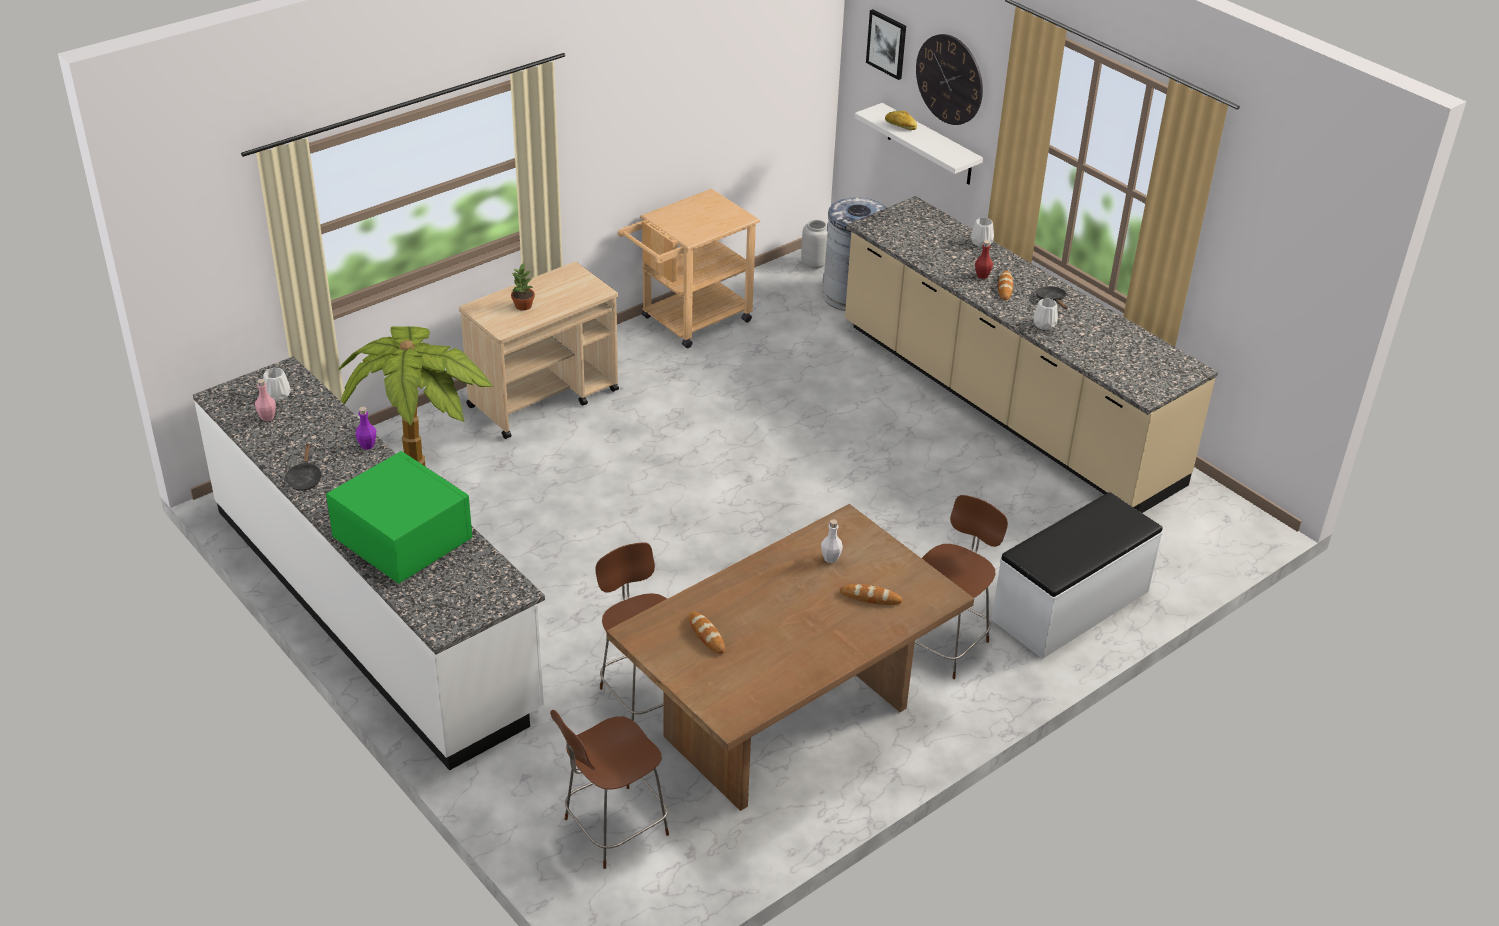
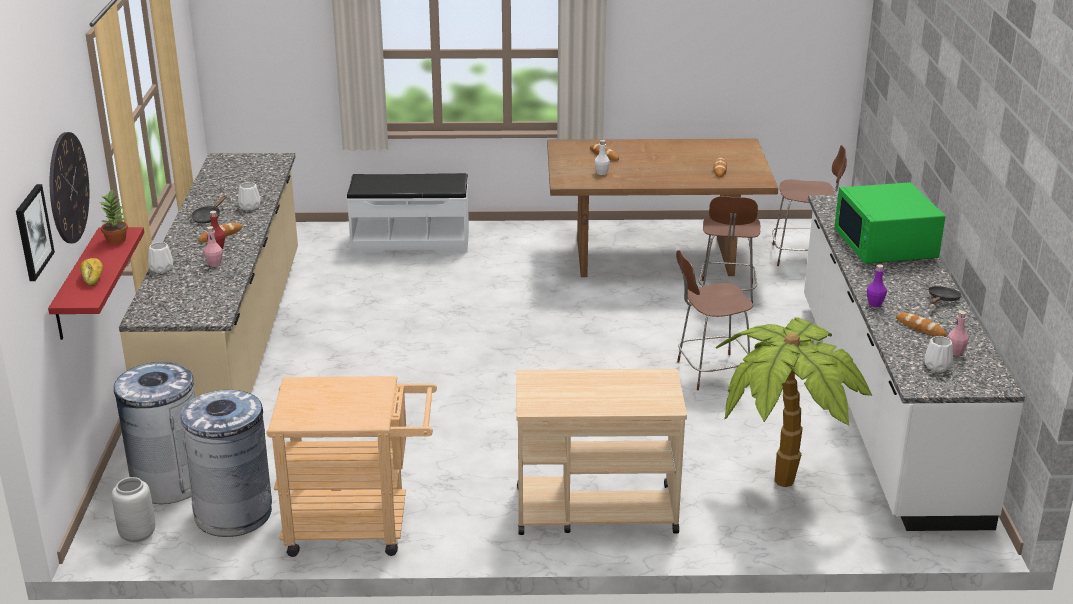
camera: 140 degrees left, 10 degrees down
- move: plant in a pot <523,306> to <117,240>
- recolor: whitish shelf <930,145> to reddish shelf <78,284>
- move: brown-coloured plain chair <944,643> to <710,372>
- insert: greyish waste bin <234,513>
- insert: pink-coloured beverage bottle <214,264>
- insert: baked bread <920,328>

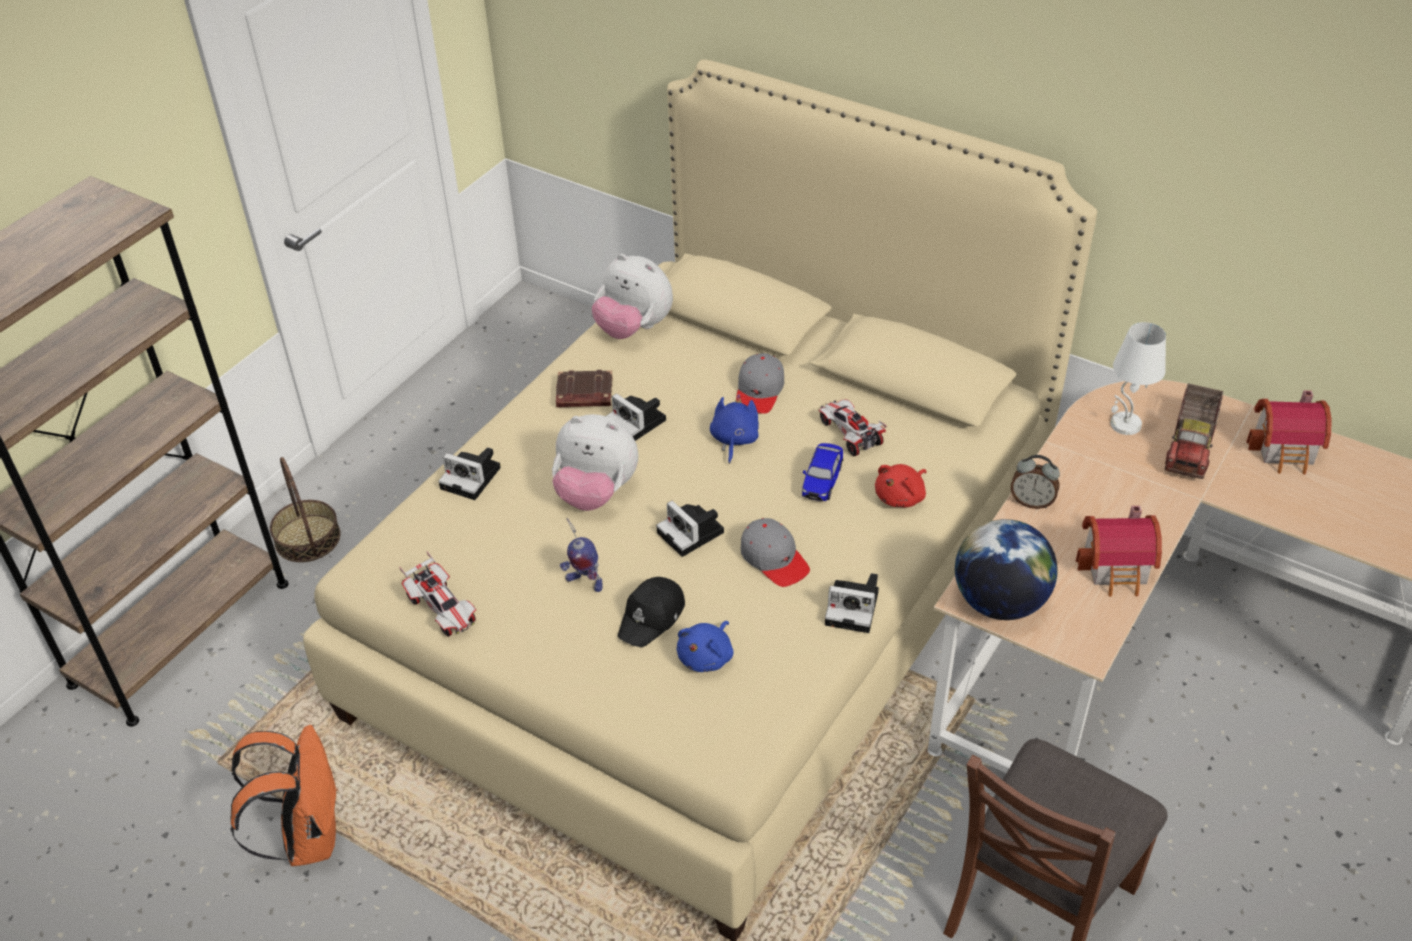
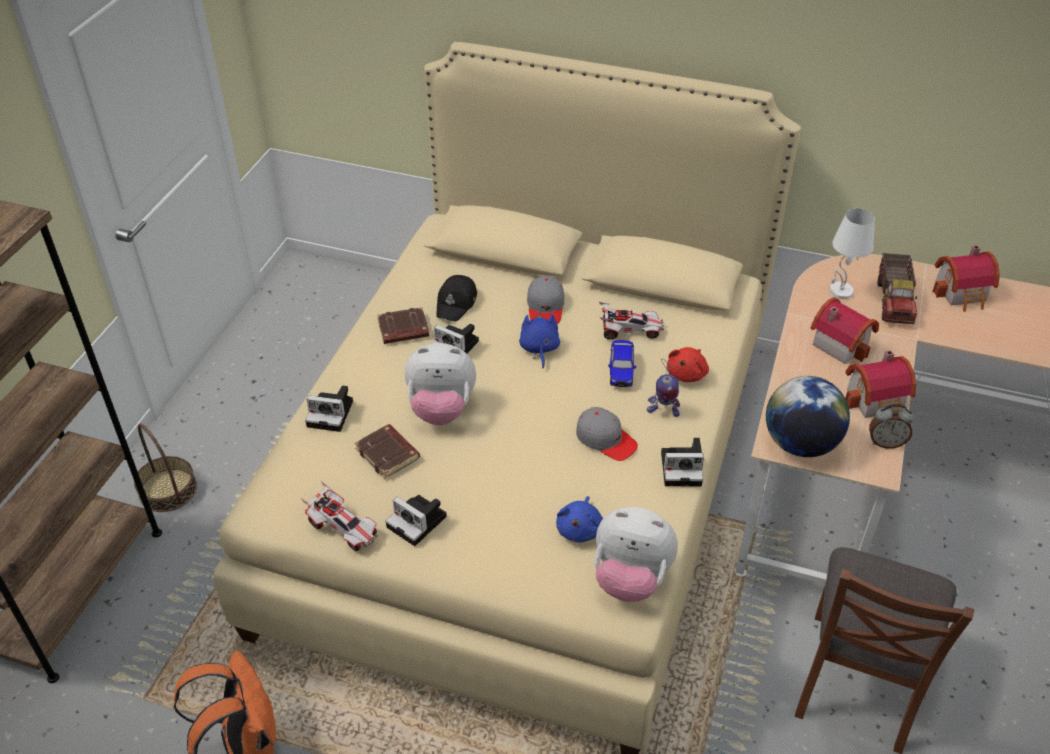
camera: 15 degrees left, 0 degrees up
- move: model robot <584,582> to <663,411>
- move: plush toy <633,328> to <630,578>
- move: blackish baseball cap <652,617> to <456,303>
- move: still camera <692,533> to <419,522>
- rotate: model car <850,434> = <629,331> 135 degrees clockwise
- move: bedside clock <1032,502> to <885,442>
- insert: brown-coloured volume <388,454>
- insert: toy house <840,343>

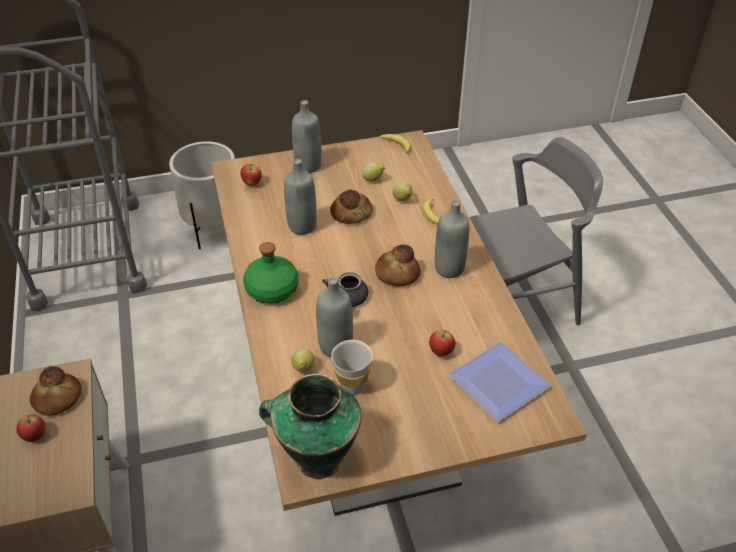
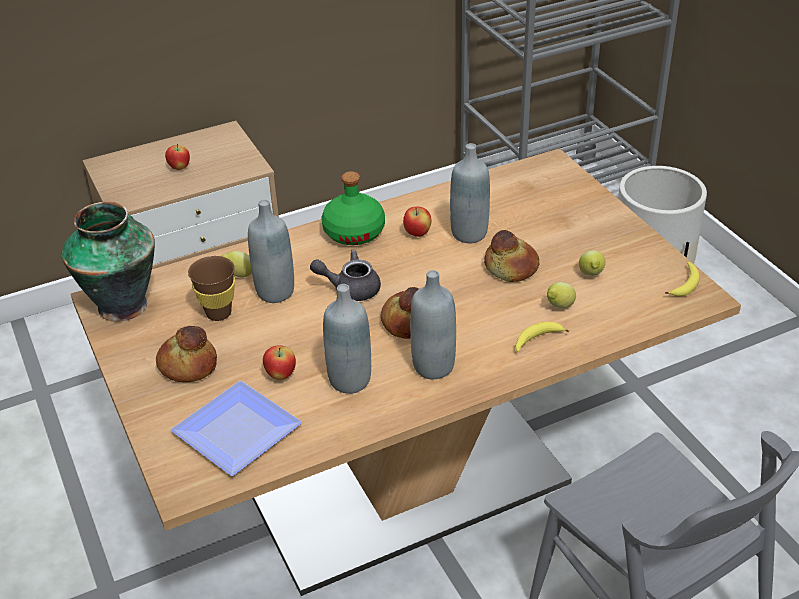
camera: 80 degrees right, 5 degrees down
- move: baked bread <58,399> to <187,365>
- move: apple fruit <252,183> to <417,233>
- move: greyish beverage bottle <308,166> to <350,380>
- recolor: whitish cup <352,386> to brown-coloured cup <218,313>

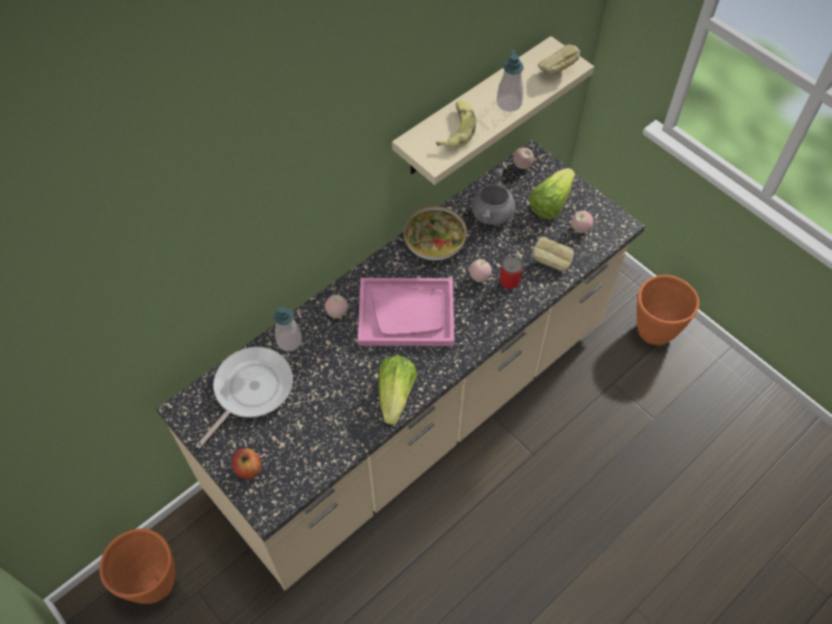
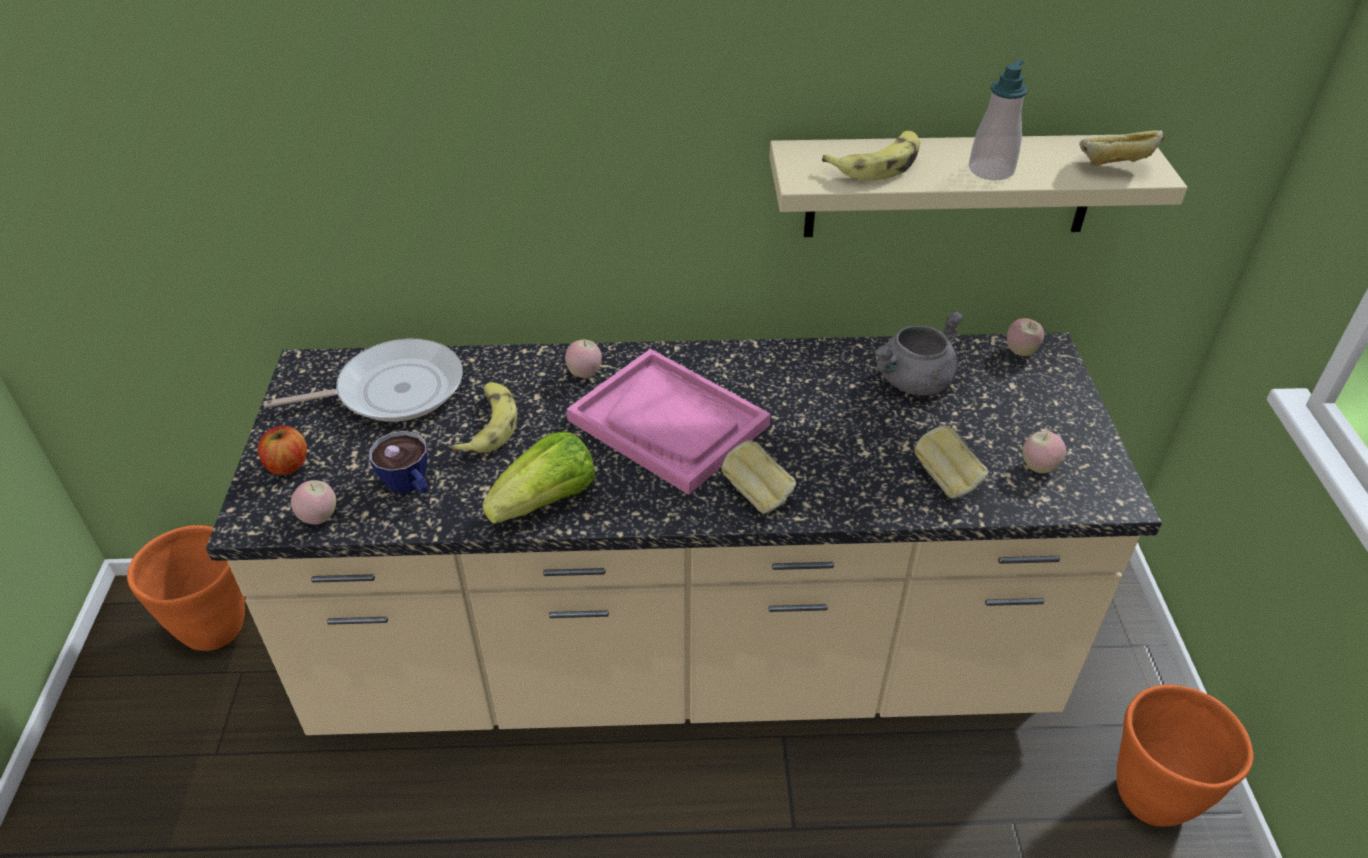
camera: 40 degrees right, 15 degrees down
- delete: liquid soap bottle <289,341>
- delete: deep dish <434,242>
- move: apple fruit <479,277> to <319,518>
- delete: can <509,282>
- delete: head of lettuce <550,203>
- insert: cup <410,485>
- insert: banana fruit <489,425>
- insert: baked bread <757,495>

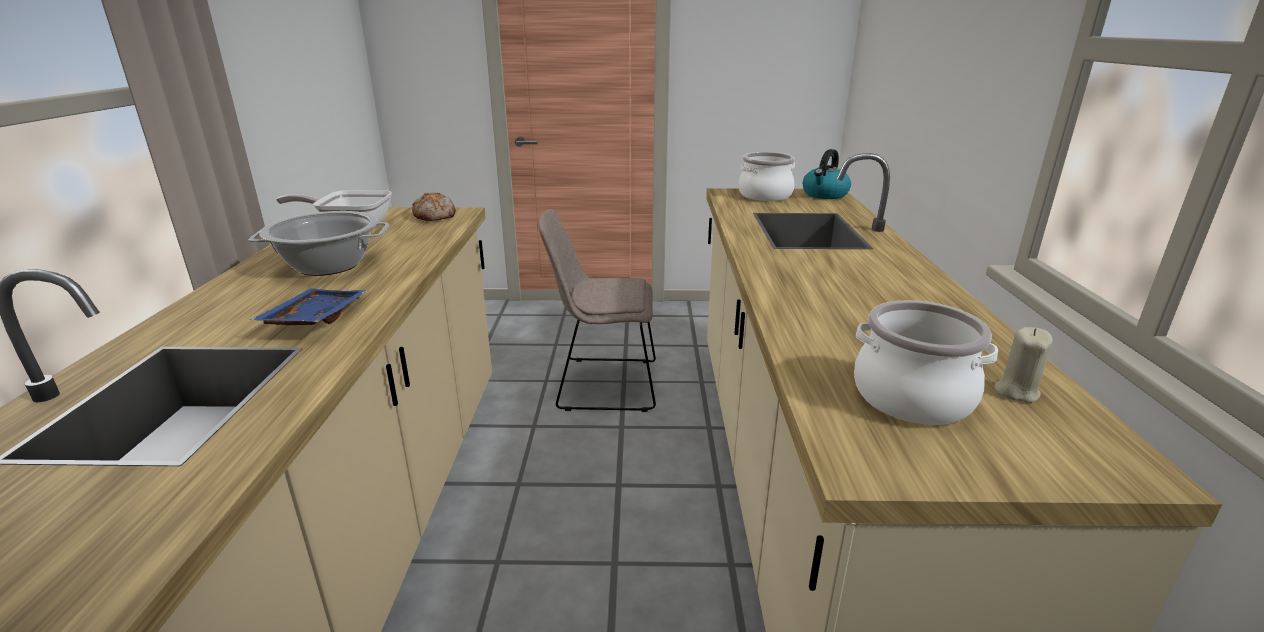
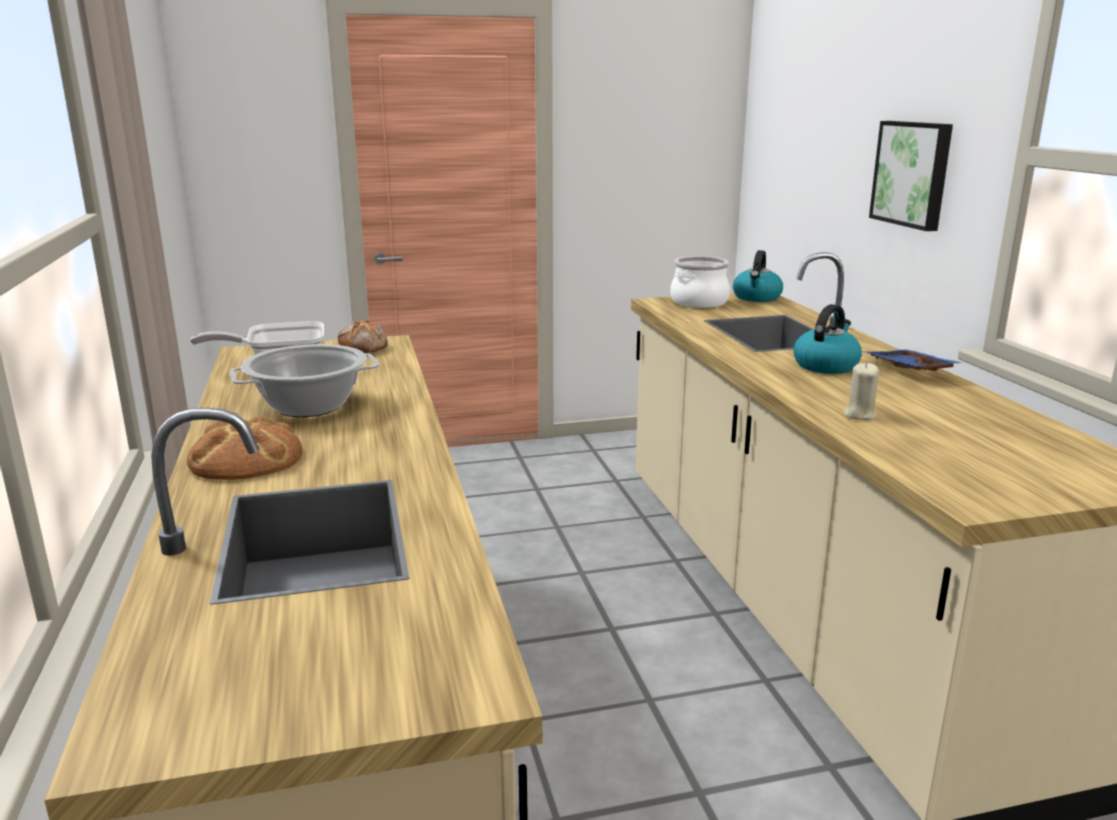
camera: 15 degrees left, 5 degrees down
- move: blue-coloured tray <314,319> to <907,370>
- delete: beige-coloured plain chair <603,384>
- delete: saucepot <912,397>
- move: beige-coloured wax candle <1016,391> to <859,415>
- insert: baked bread <245,458>
- insert: tea kettle <825,365>
- insert: wall picture <913,174>

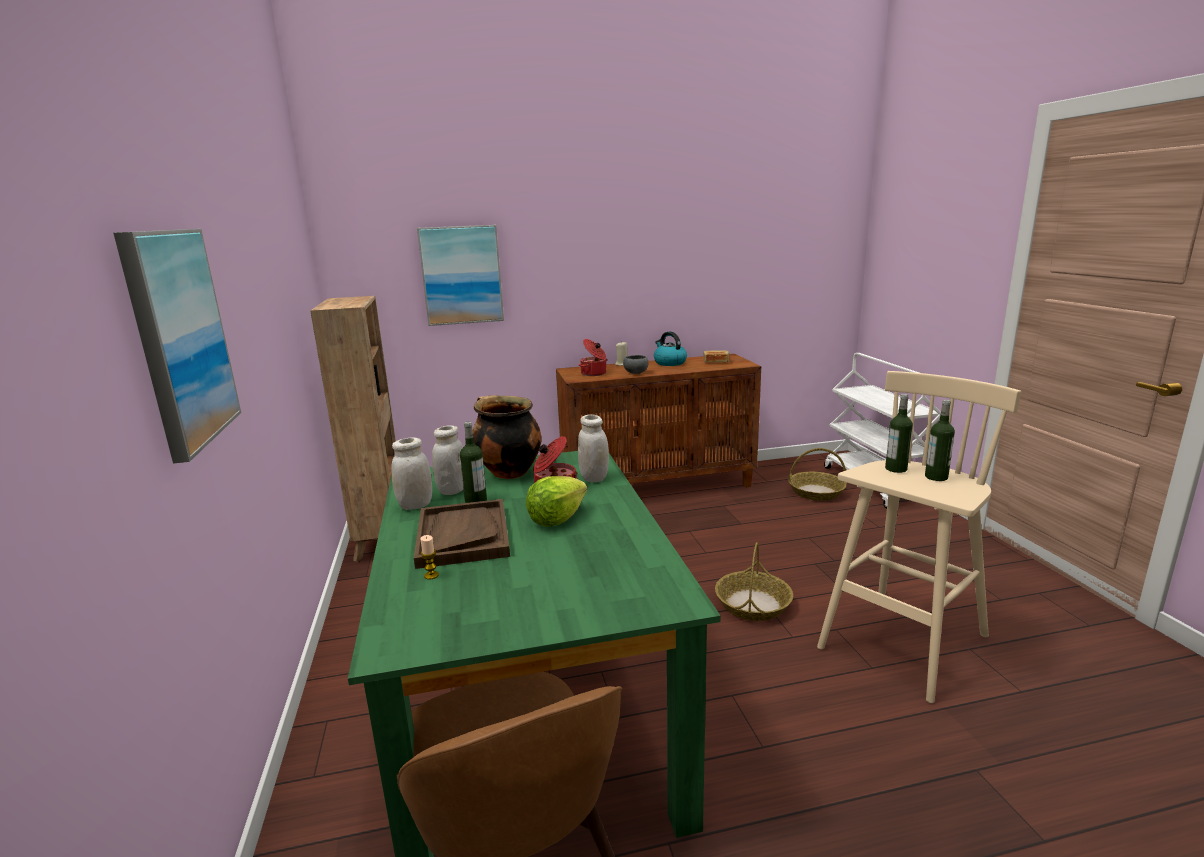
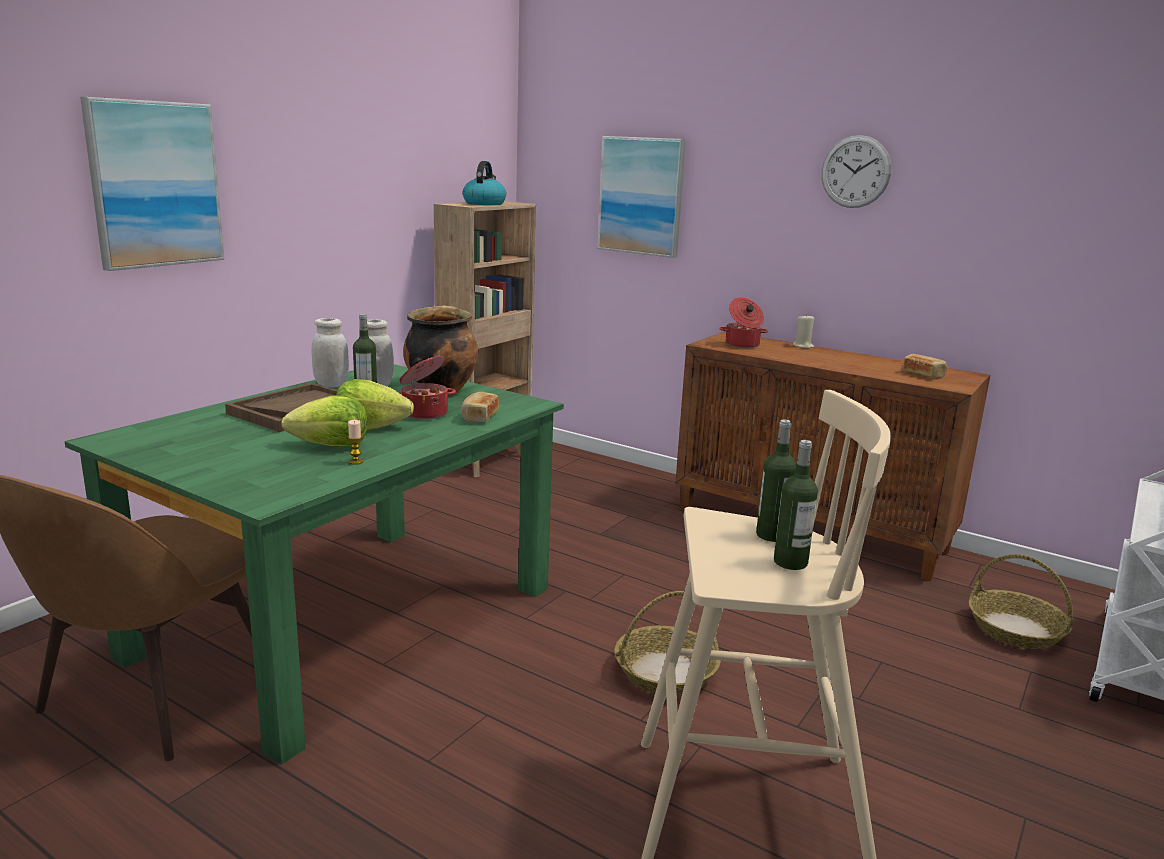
camera: 45 degrees right, 0 degrees up
- move: wax candle <431,575> to <356,462>
- replace: whitish storage jar <594,478> to baked bread <479,417>
- delete: greyish deep dish <636,373>
- move: tea kettle <669,363> to <484,203>
- insert: head of lettuce <331,445>
- insert: hanging clock <855,172>

